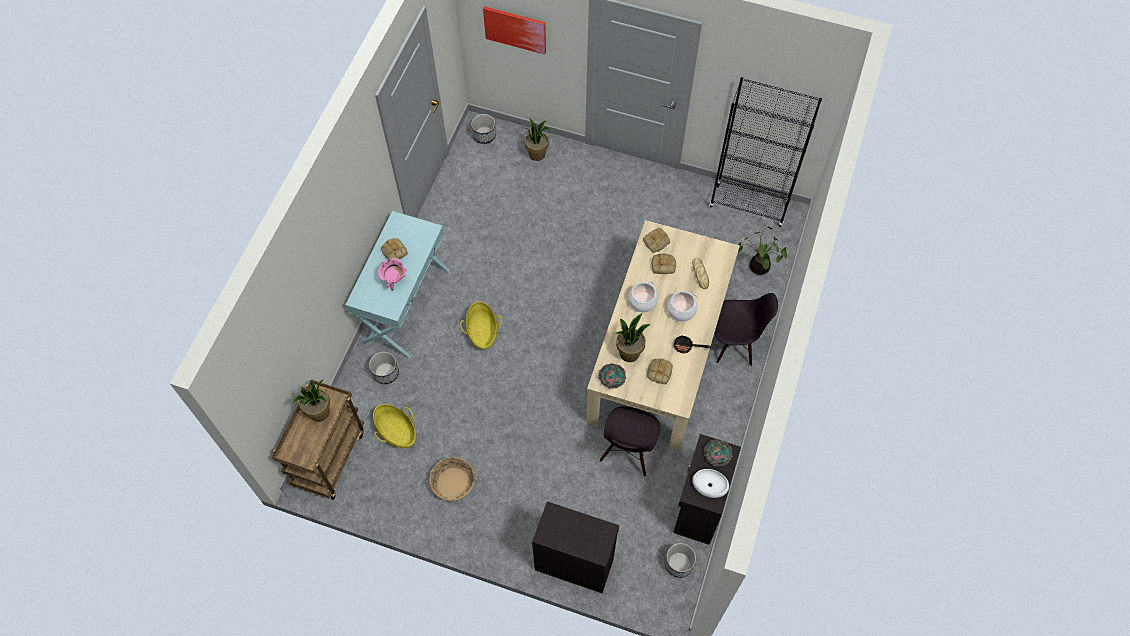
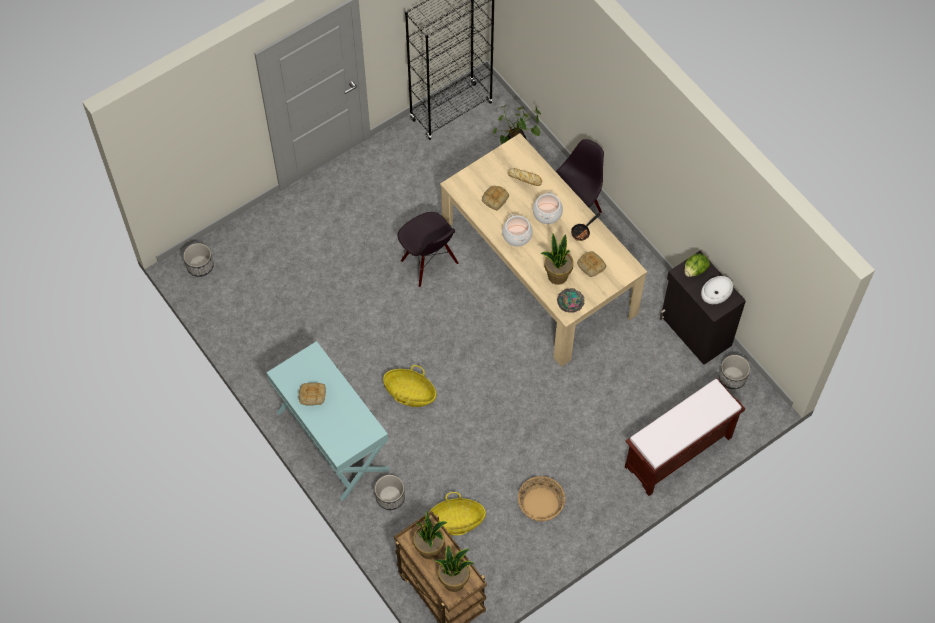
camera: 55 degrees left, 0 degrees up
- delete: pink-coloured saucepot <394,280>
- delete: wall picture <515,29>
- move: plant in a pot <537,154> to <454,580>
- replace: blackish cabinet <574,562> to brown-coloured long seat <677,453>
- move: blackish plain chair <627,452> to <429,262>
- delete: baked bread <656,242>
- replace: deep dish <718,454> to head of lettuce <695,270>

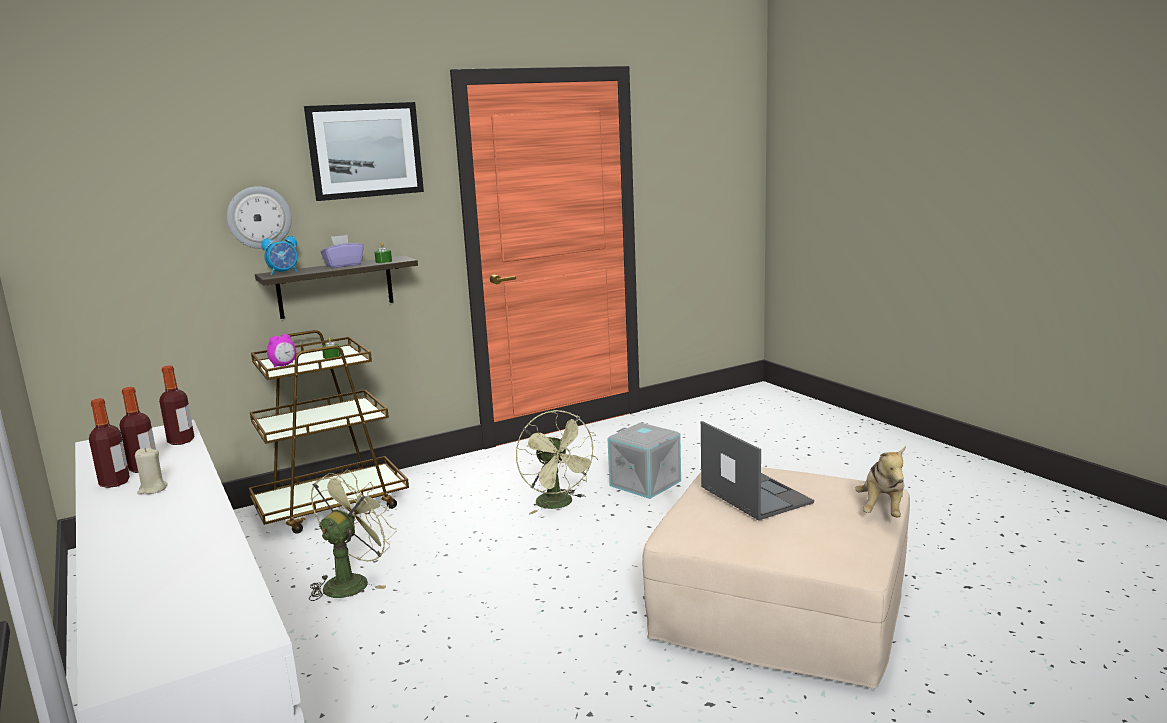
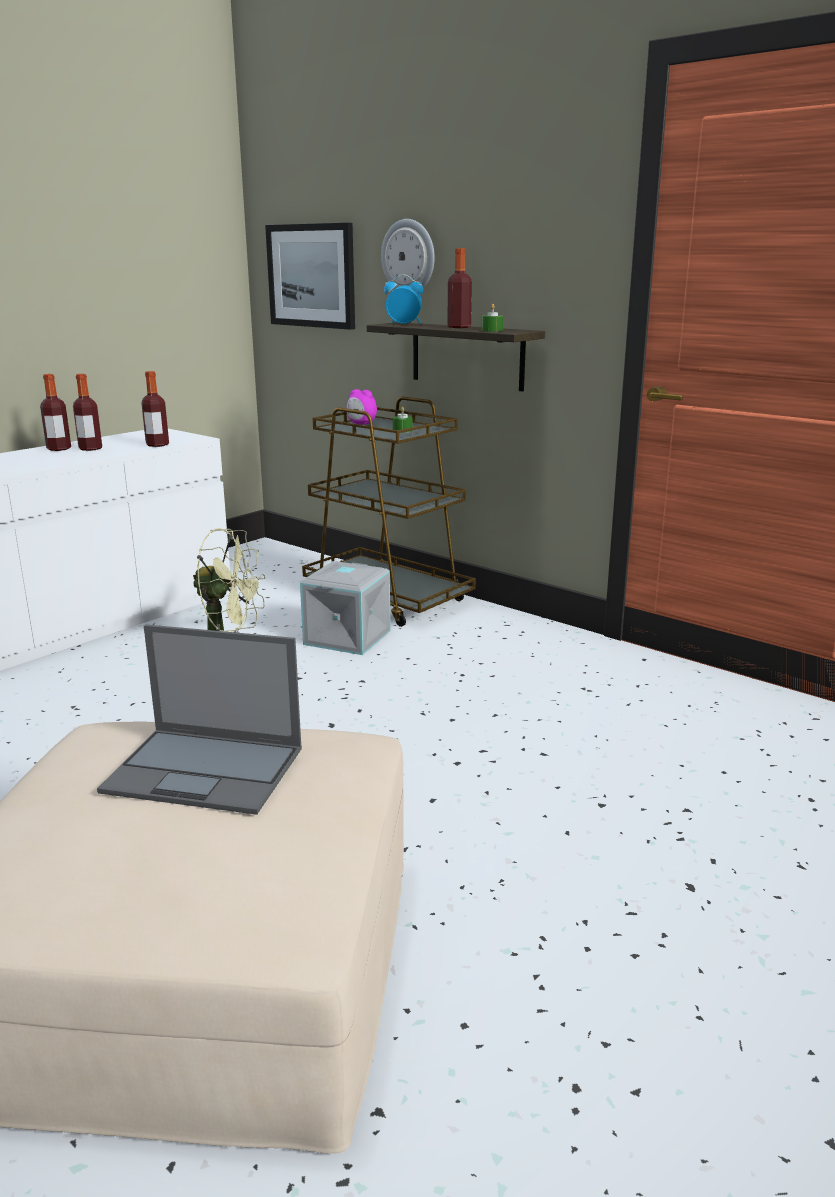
camera: 70 degrees right, 5 degrees up
- delete: beige-coloured wax candle <152,489>
- rotate: bedside clock <284,273> = <404,324> 150 degrees clockwise
- move: wall picture <365,150> to <311,276>
- replace: purplish box of tissues <343,265> to beverage bottle <459,327>
- delete: greenish electric fan <559,504>
- move: greyish storage bin <646,483> to <348,638>
- rotate: laptop <754,494> = <207,770> 60 degrees clockwise
- delete: plush toy <882,510>

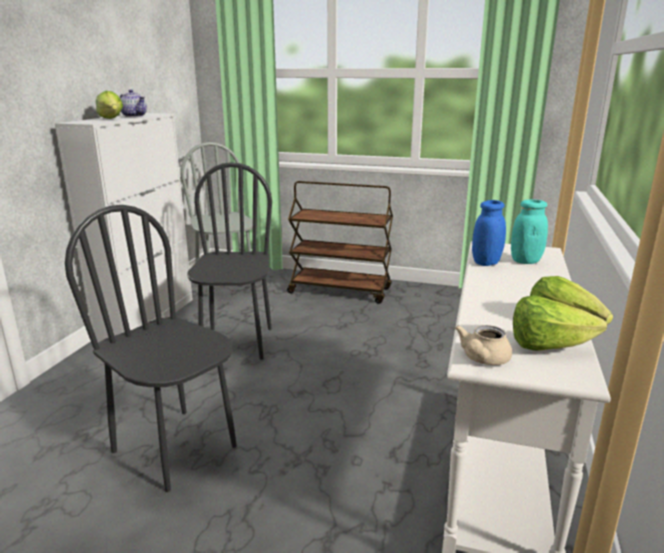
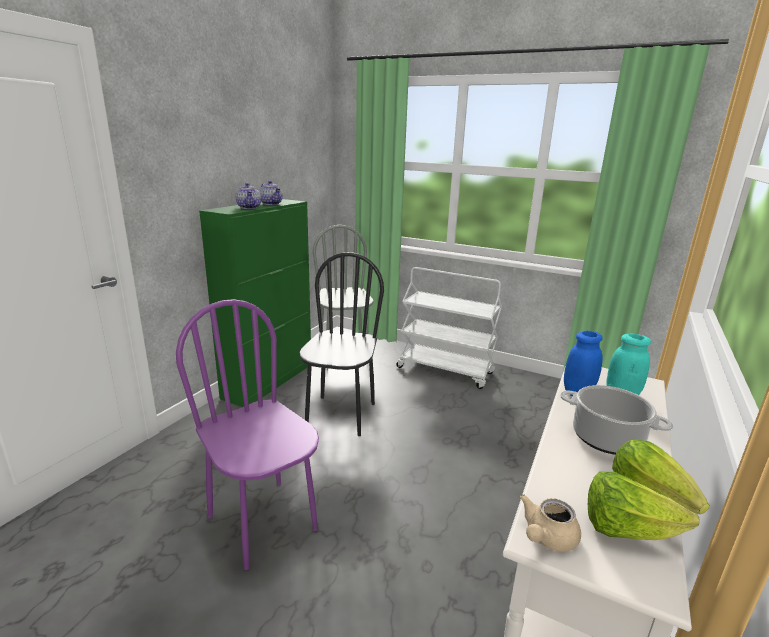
camera: 10 degrees right, 0 degrees up
- recolor: whitish cabinet <148,319> to greenish cabinet <269,380>
- recolor: blackish plain chair <175,448> to purplish plain chair <263,522>
- replace: head of lettuce <111,119> to teapot <249,207>
- recolor: brown-coloured wheeled cart <340,291> to whitish wheeled cart <446,370>
- insert: saucepot <605,438>

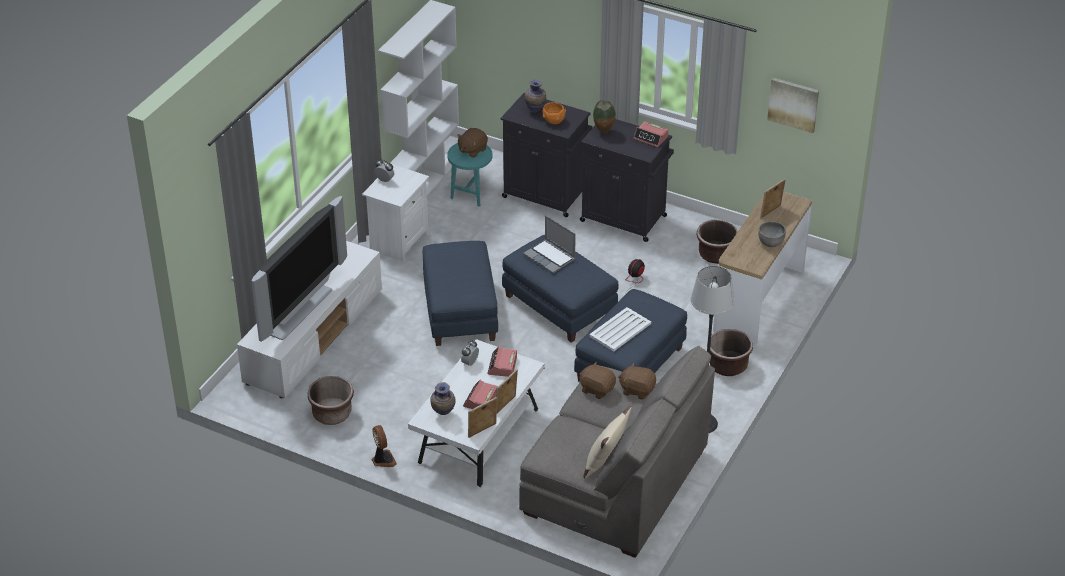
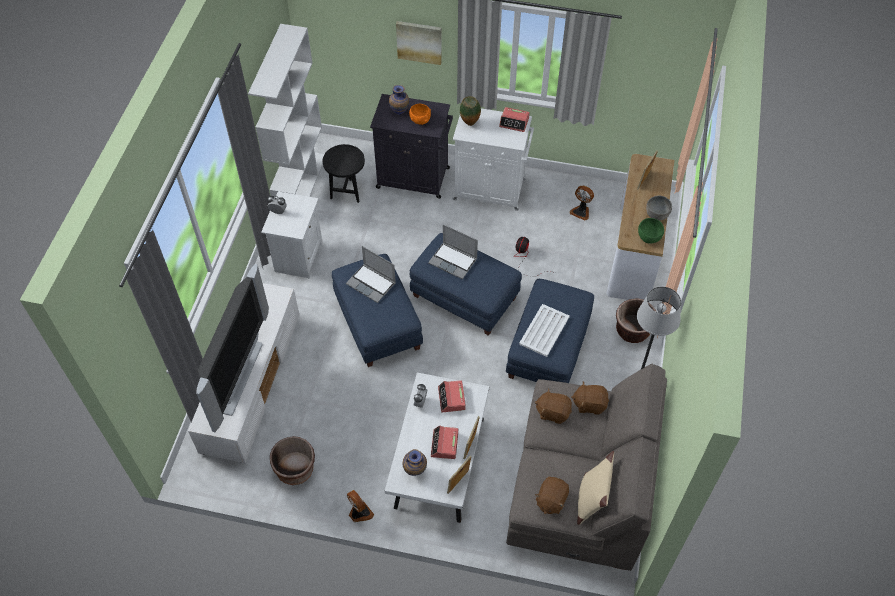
camera: 15 degrees left, 15 degrees up
- recolor: turquoise-coloured side table <471,194> to blackish side table <347,191>
- move: brown-coloured plush toy <472,150> to <551,500>
- recolor: blackish cabinet <625,219> to whitish cabinet <491,190>
- replace: brown-coloured planter <716,254> to electric fan <581,211>
- move: wall picture <793,104> to <419,41>
- insert: laptop <372,283>
- insert: greenish deep dish <649,238>

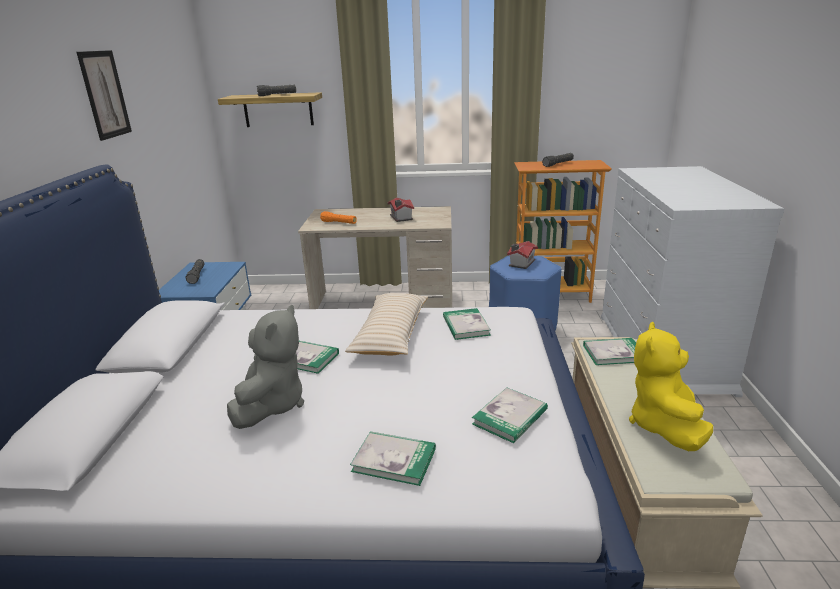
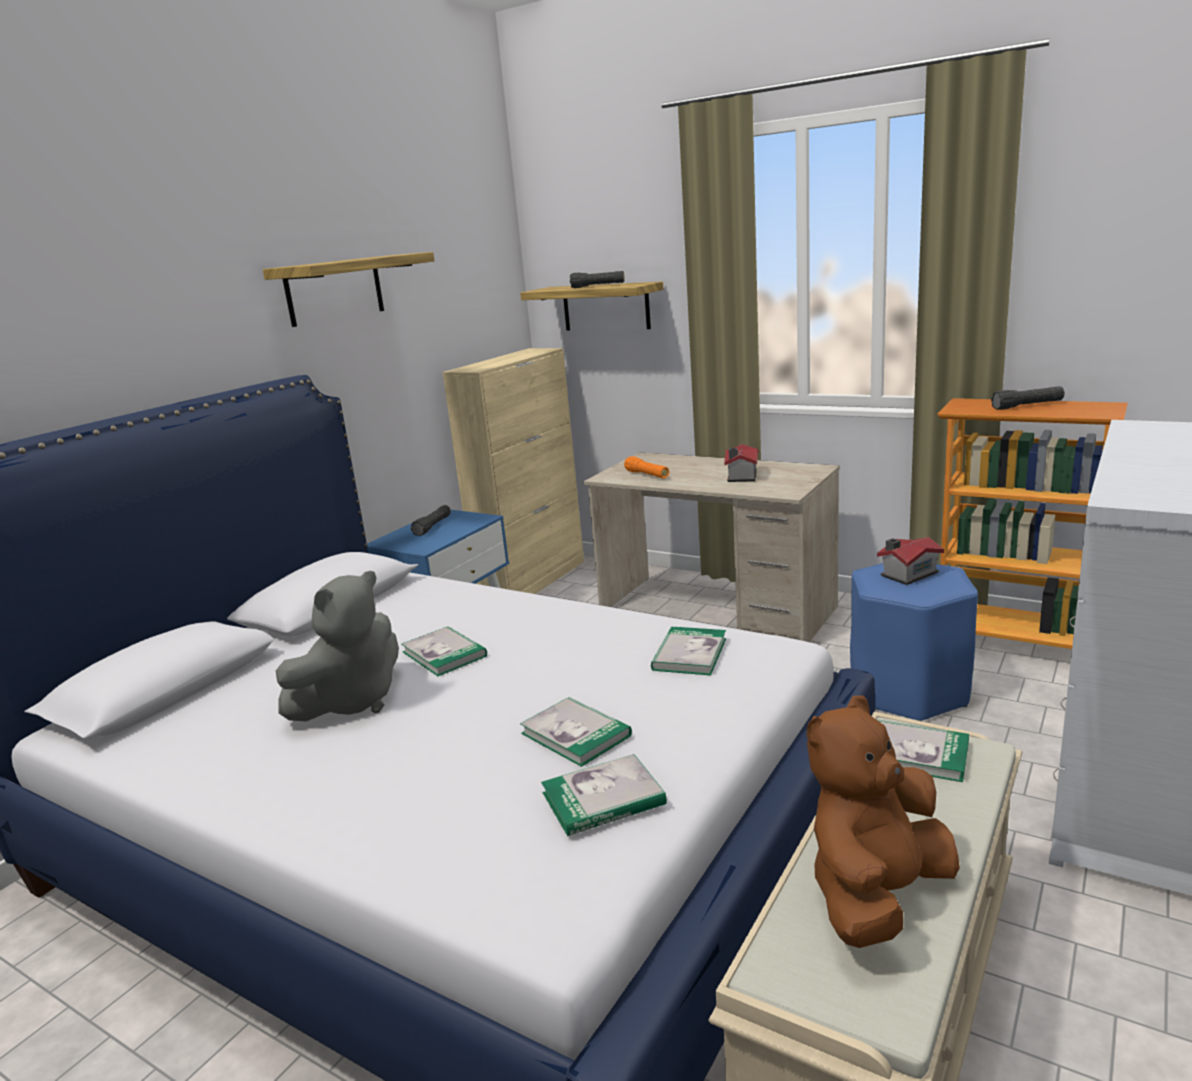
camera: 30 degrees right, 5 degrees down
- replace: wall picture <105,94> to shelf <334,290>
- delete: beige-coloured pillow <391,334>
- move: volume <394,460> to <576,734>
- recolor: yellow-coloured plush toy <664,426> to brown-coloured plush toy <876,895>
- insert: beige-coloured cabinet <533,581>

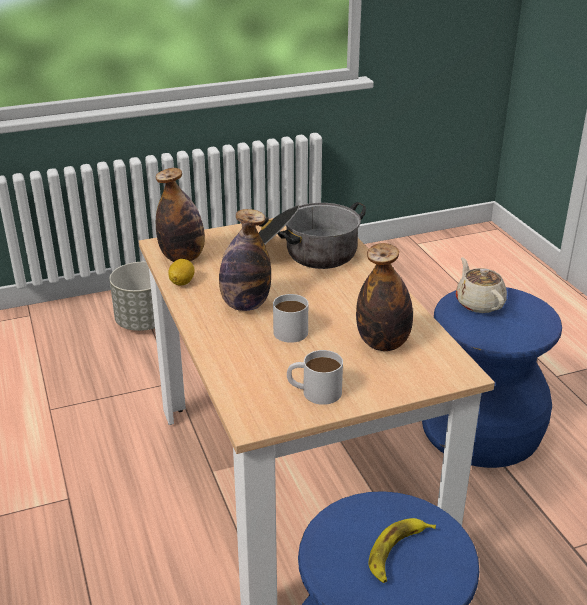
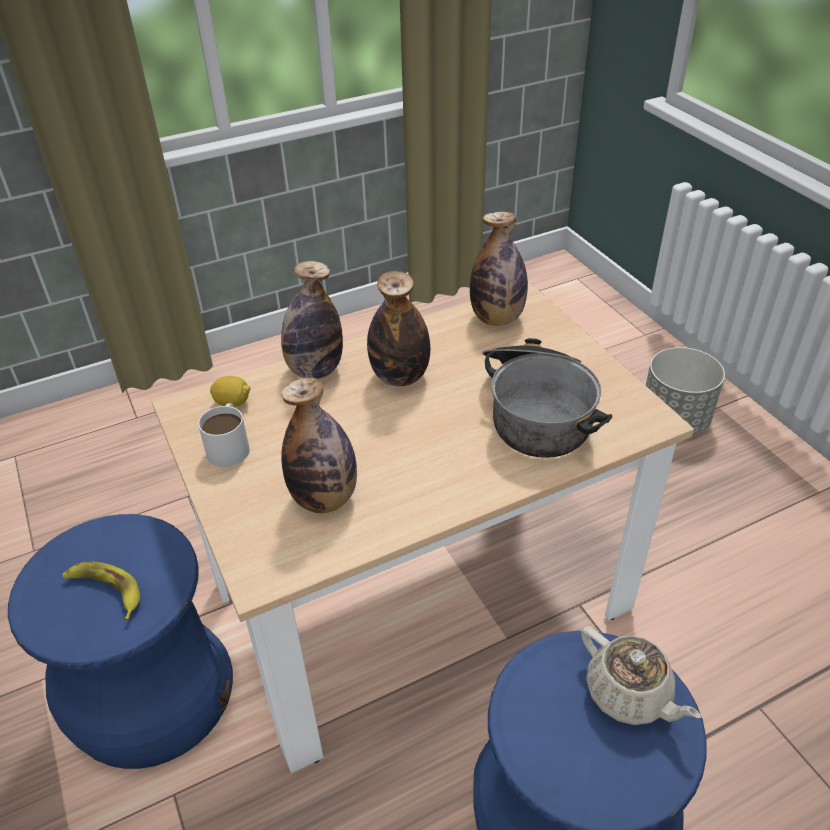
camera: 85 degrees right, 10 degrees up
- move: lemon <182,282> to <233,403>
- delete: whitish coffee mug <291,328>
- rotate: beige-coloured teapot <479,303> = <629,694> 75 degrees clockwise
- insert: beverage bottle <315,370>

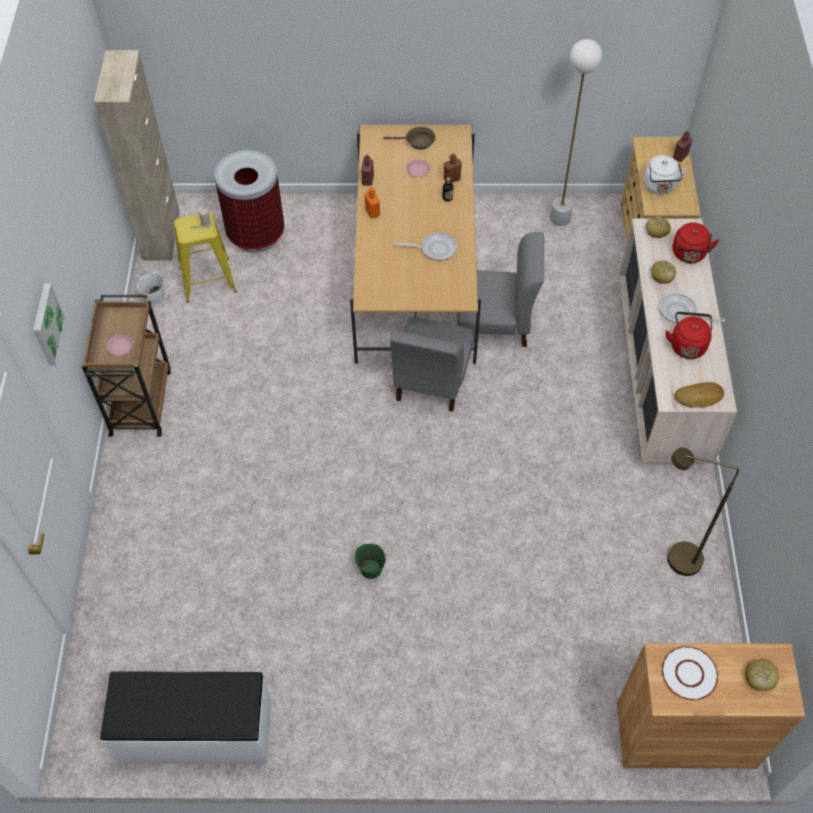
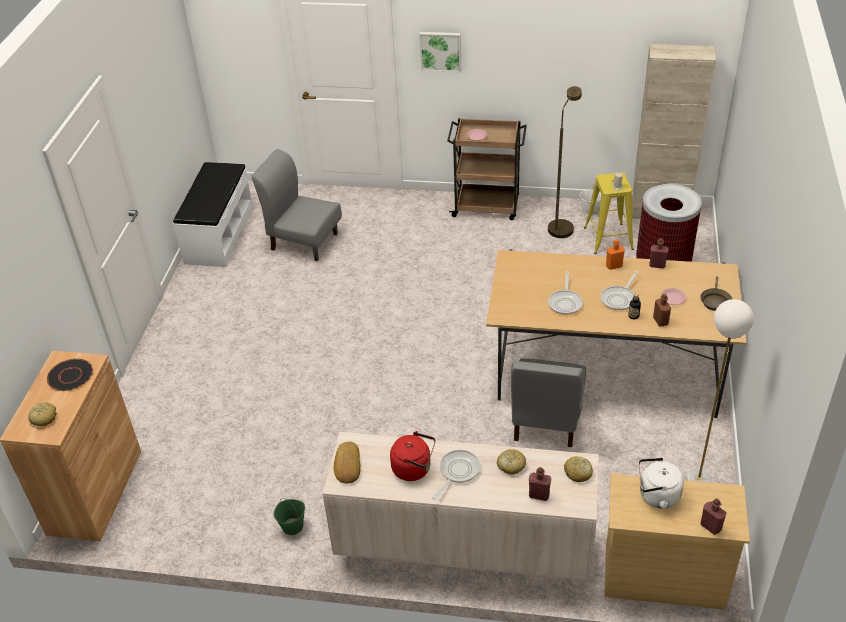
camera: 100 degrees right, 15 degrees down
- move: greenish water bucket <370,569> to <293,526>
- move: greyish plain chair <431,380> to <304,241>
- recolor: whitish dinner plate <689,673> to blackish dinner plate <70,376>
- move: brown-coloured floor lamp <674,558> to <561,225>
- replace: reddish tea kettle <689,255> to reddish beverage bottle <539,495>
- insert: frying pan <619,299>

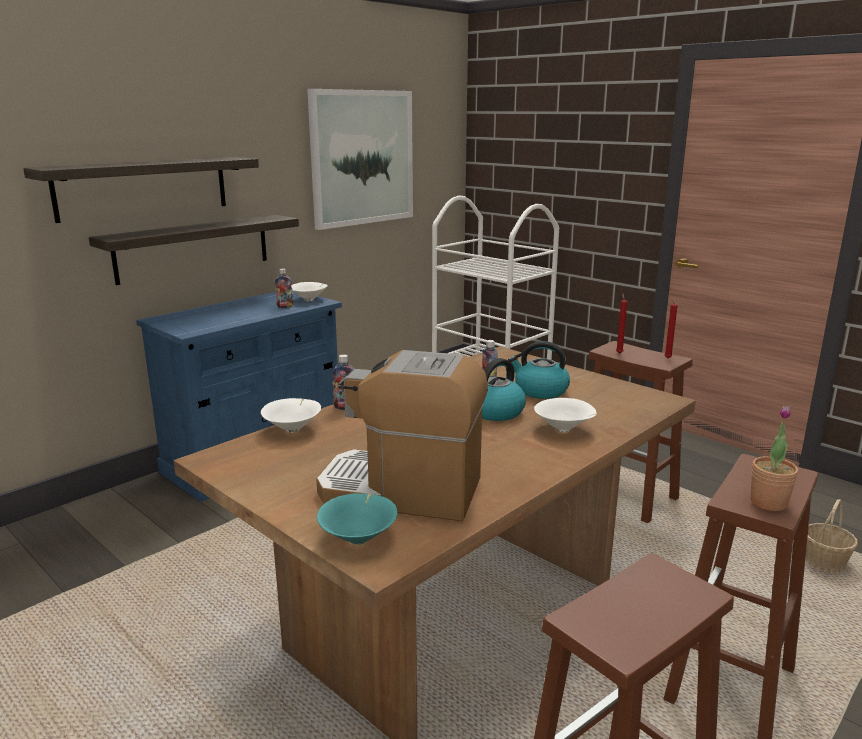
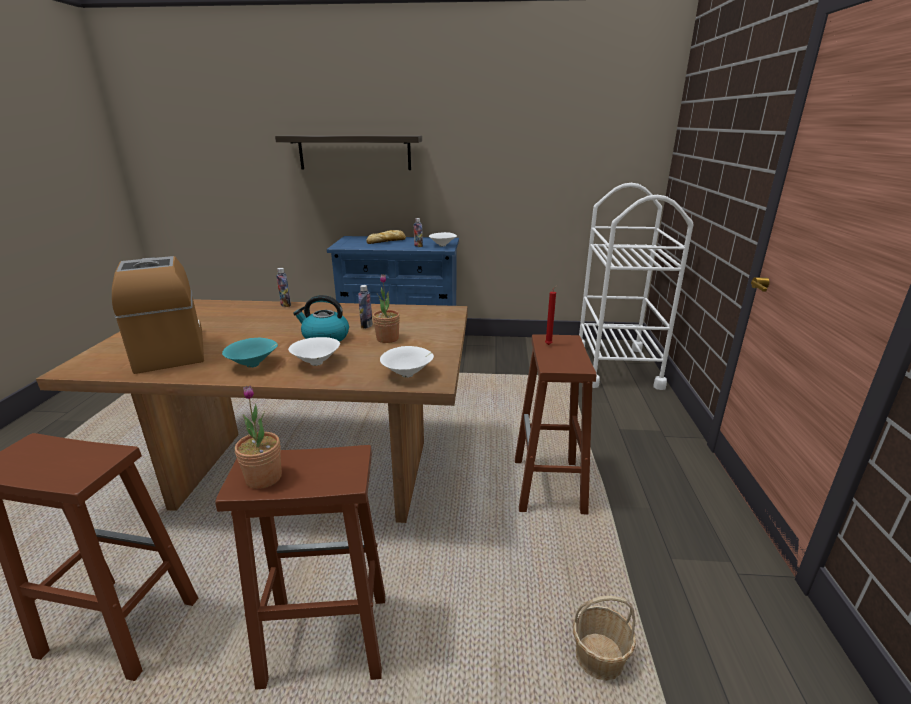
camera: 50 degrees right, 5 degrees up
- delete: shelf <193,248>
- move: whitish deep dish <293,429> to <408,374>
- delete: wall picture <362,158>
- move: turquoise-coloured deep dish <359,538> to <254,365>
- replace: tea kettle <540,391> to plant in a pot <387,339>
- delete: reddish wax candle <667,358>
- insert: baked bread <387,241>

